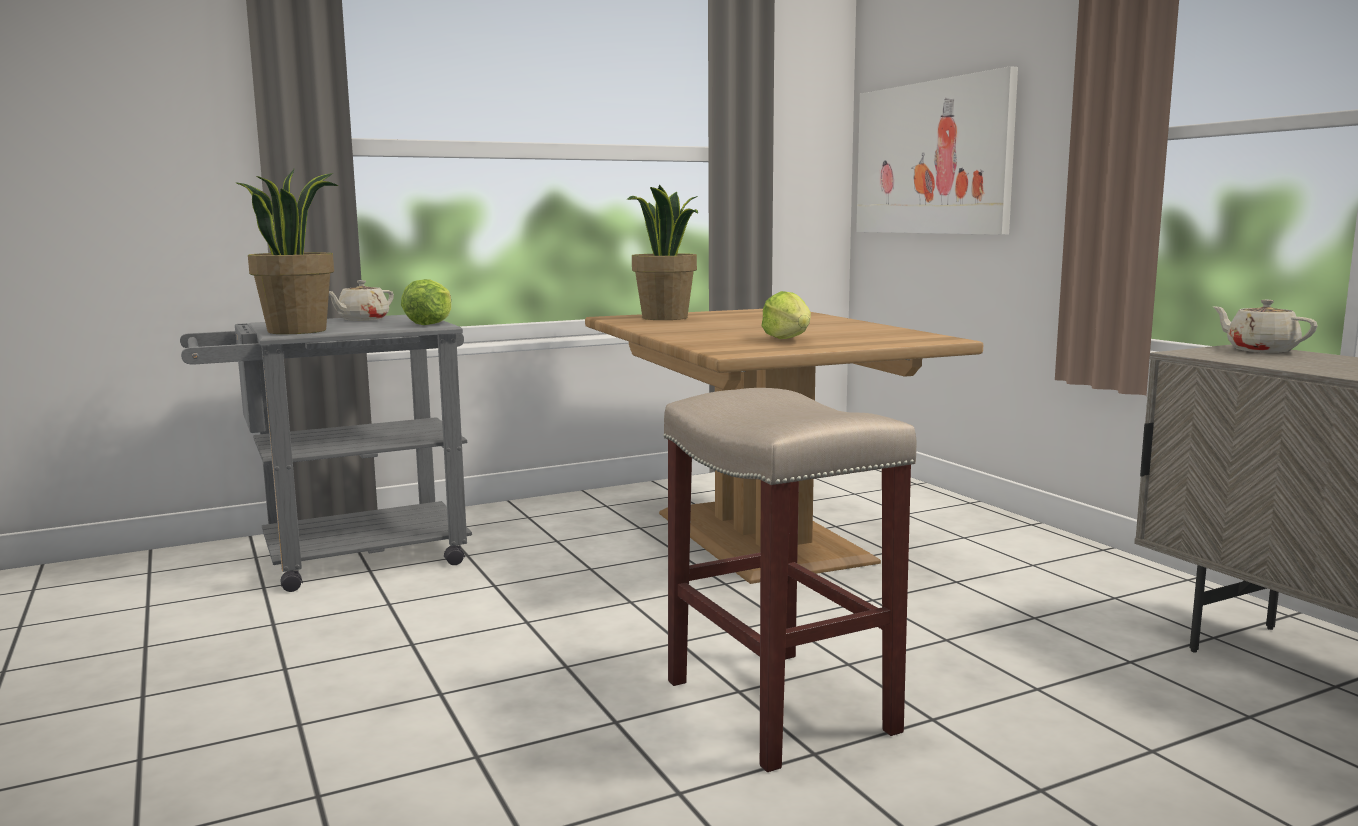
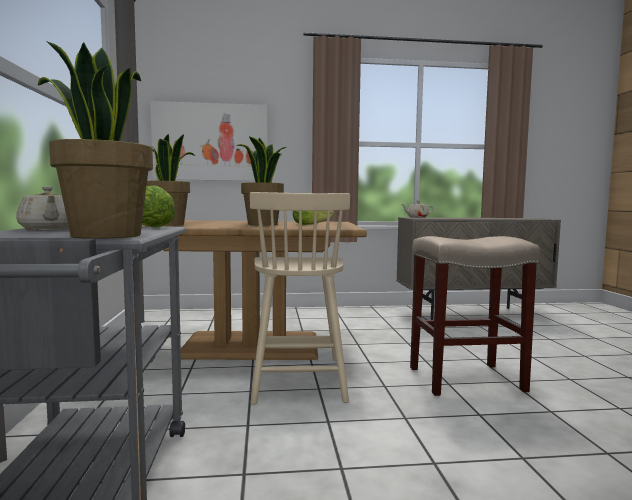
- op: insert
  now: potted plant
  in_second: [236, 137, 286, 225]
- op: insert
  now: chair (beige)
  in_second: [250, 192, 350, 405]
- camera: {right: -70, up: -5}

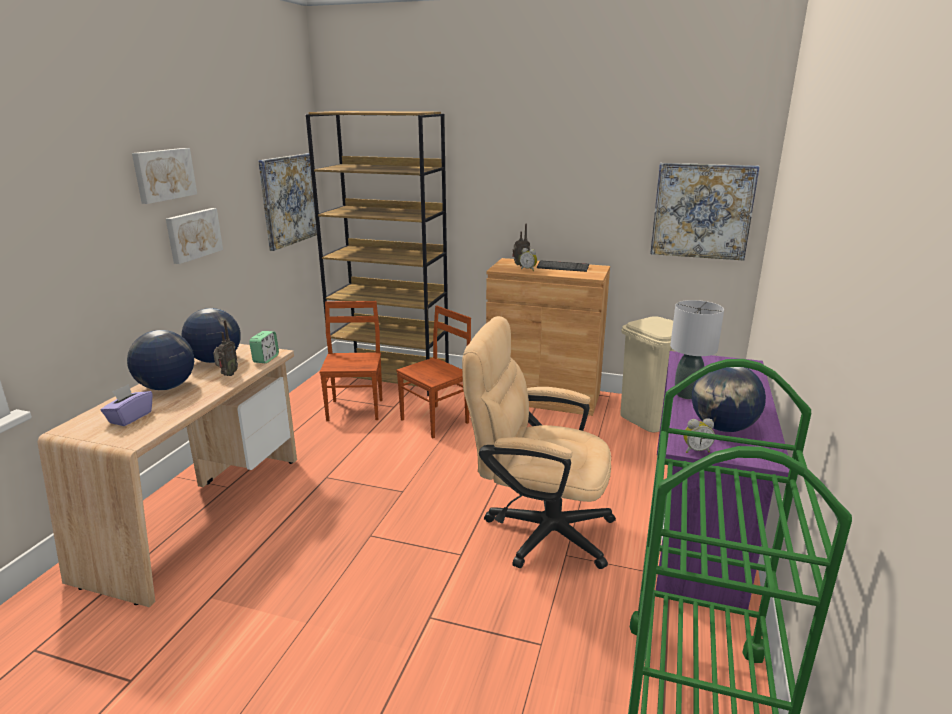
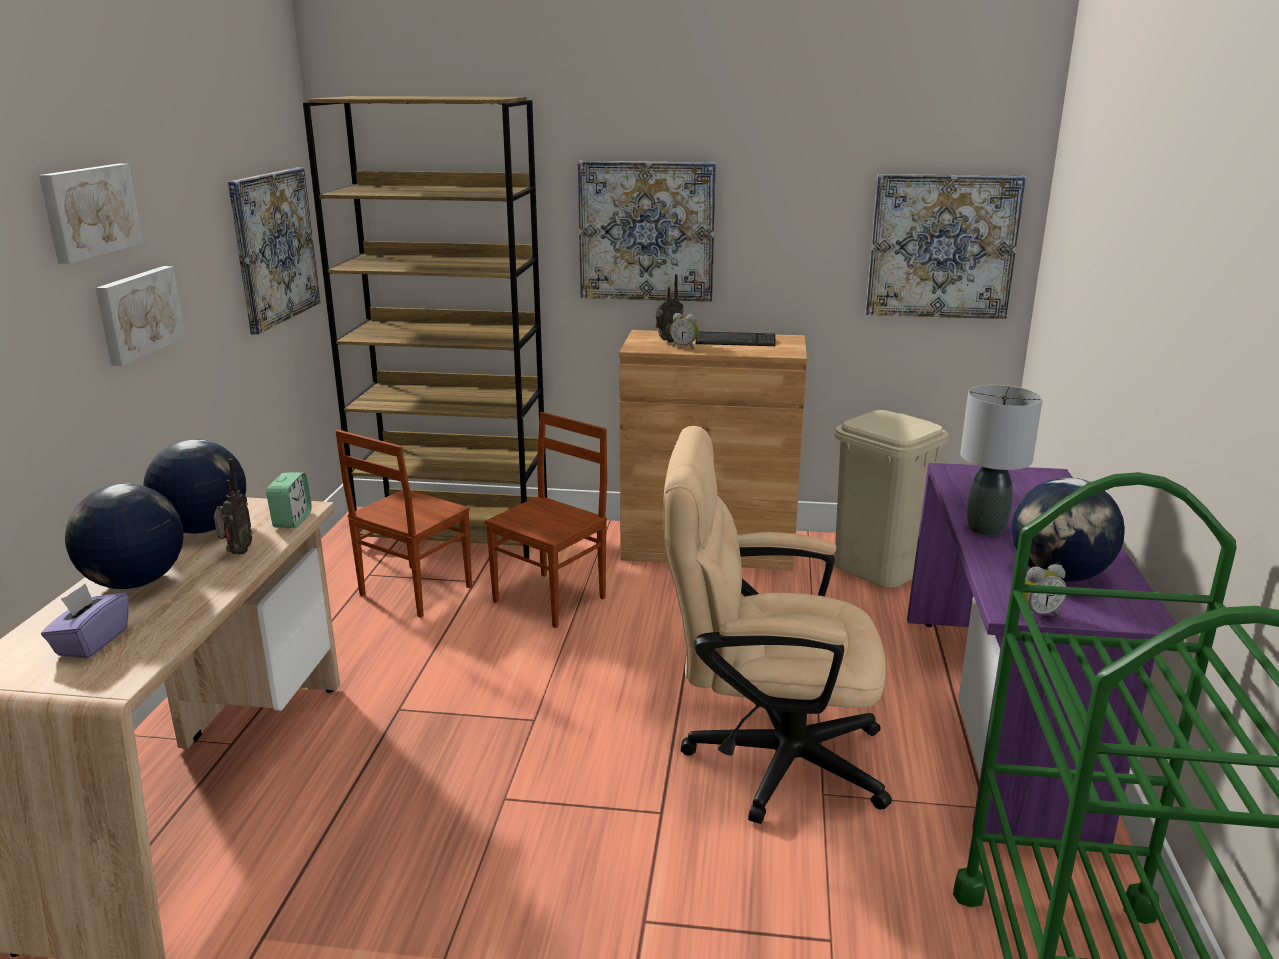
- op: insert
  now: picture
  in_second: [578, 161, 716, 302]
- op: rotate
  was: chair (brown)
  in_first: [319, 301, 382, 421]
  in_second: [335, 429, 472, 618]
  clockwise: -135
- camera: {right: -10, up: 0}

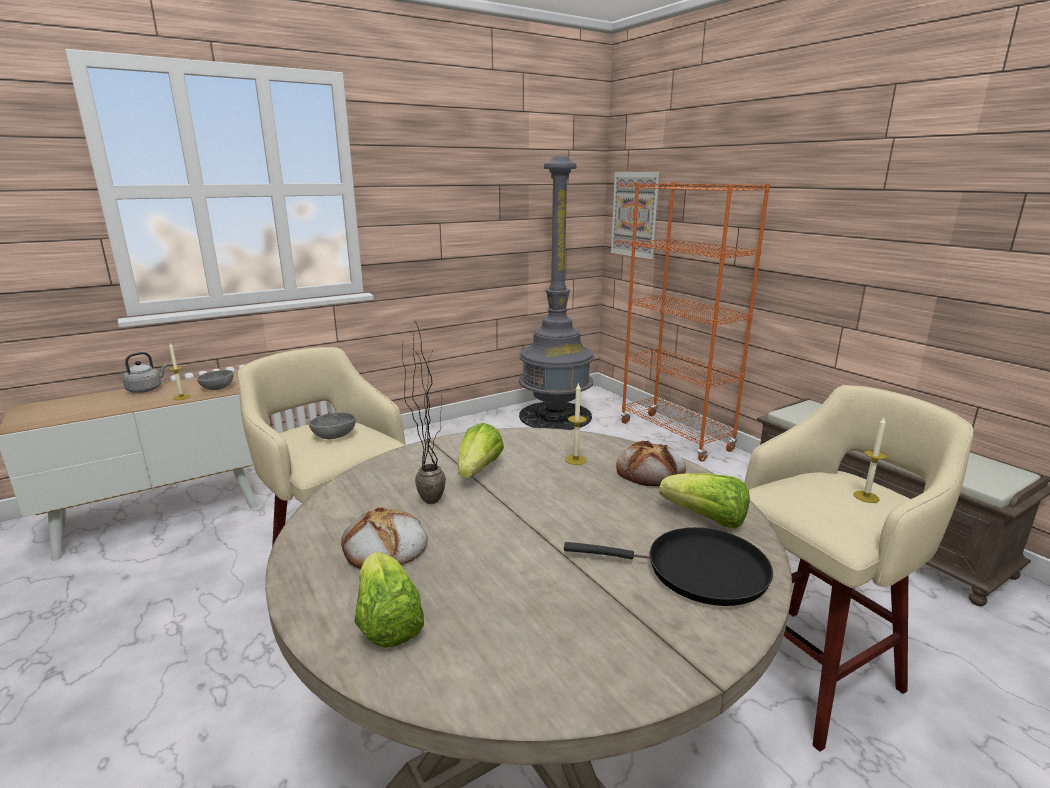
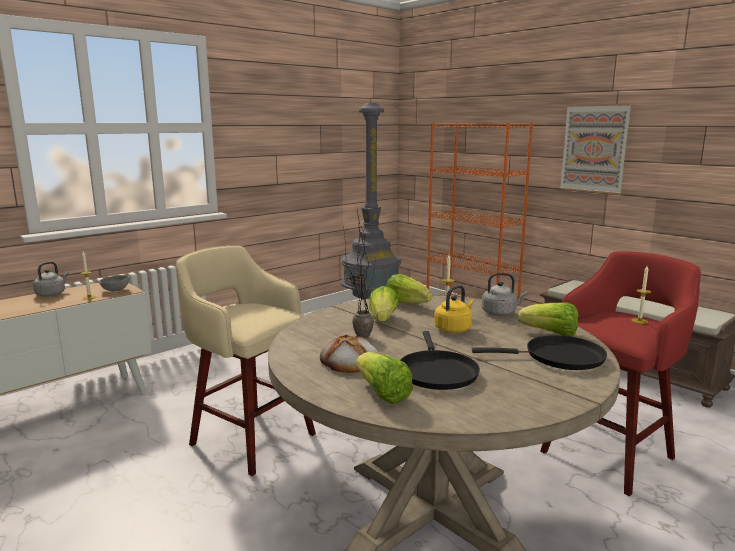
- op: delete
  was: bowl (grey)
  in_first: [309, 412, 356, 439]
- op: insert
  now: lettuce
  in_second: [386, 274, 432, 303]
- op: insert
  now: frying pan (black)
  in_second: [401, 331, 480, 390]
- op: insert
  now: kettle (yellow)
  in_second: [434, 285, 474, 333]
- op: move
  was: picture
  in_first: [610, 170, 661, 261]
  in_second: [560, 103, 632, 195]
- op: replace
  was: bread
  now: kettle (grey)
  in_first: [616, 441, 686, 486]
  in_second: [482, 273, 528, 316]
- op: recolor
  was: stool (beige)
  now: stool (red)
  in_first: [745, 385, 974, 752]
  in_second: [540, 251, 701, 496]
- camera: {right: -10, up: -5}

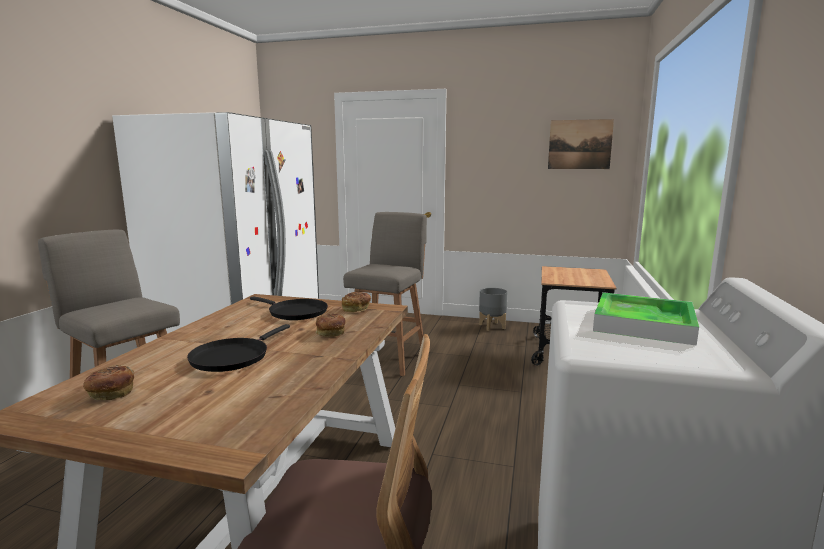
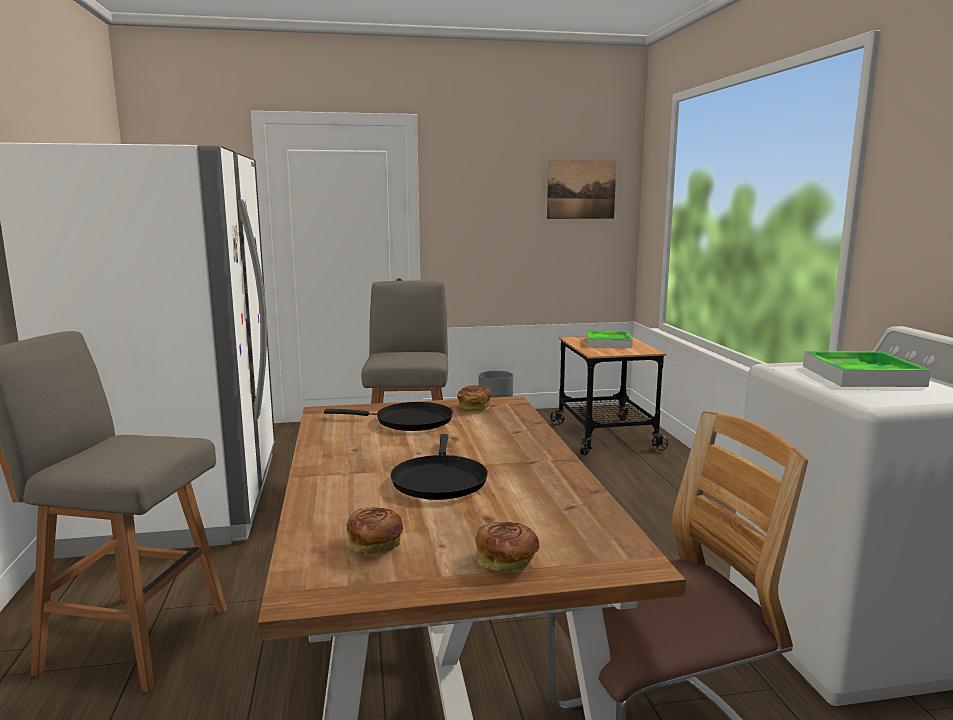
- op: insert
  now: tray
  in_second: [587, 331, 633, 348]
- op: move
  was: bread
  in_first: [316, 313, 346, 337]
  in_second: [475, 522, 539, 572]
- camera: {right: -25, up: 0}

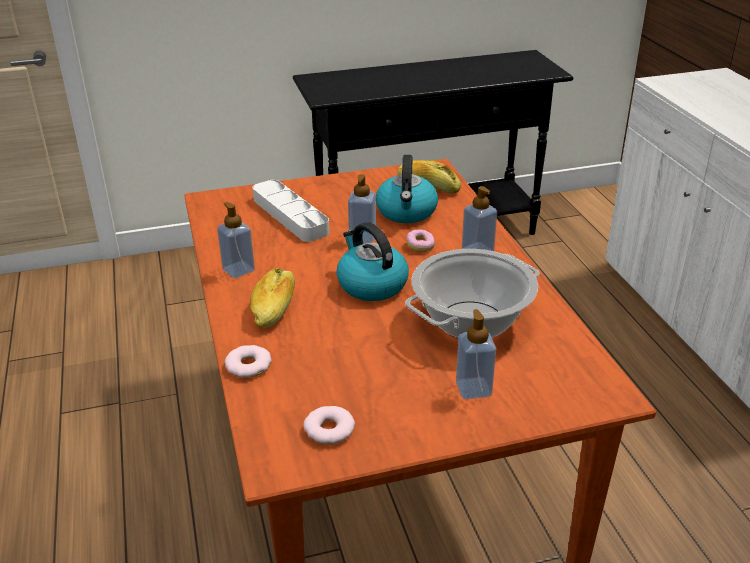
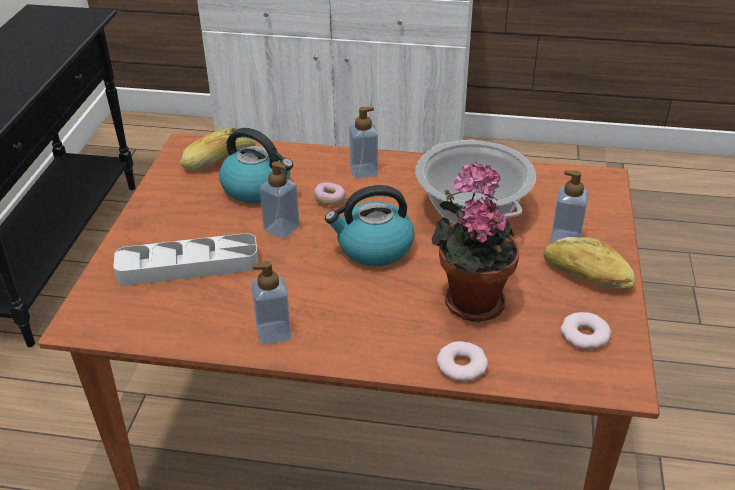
- op: insert
  now: potted plant
  in_second: [432, 162, 519, 322]
- op: move
  was: bread
  in_first: [249, 268, 295, 328]
  in_second: [544, 237, 635, 289]
- camera: {right: -65, up: 5}

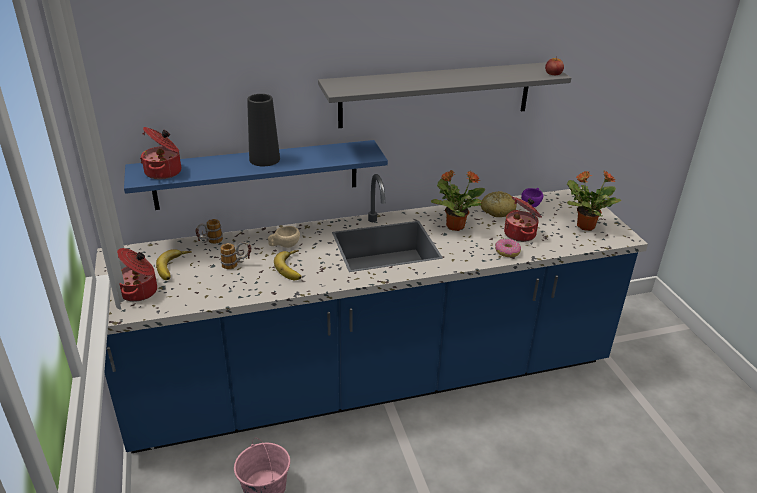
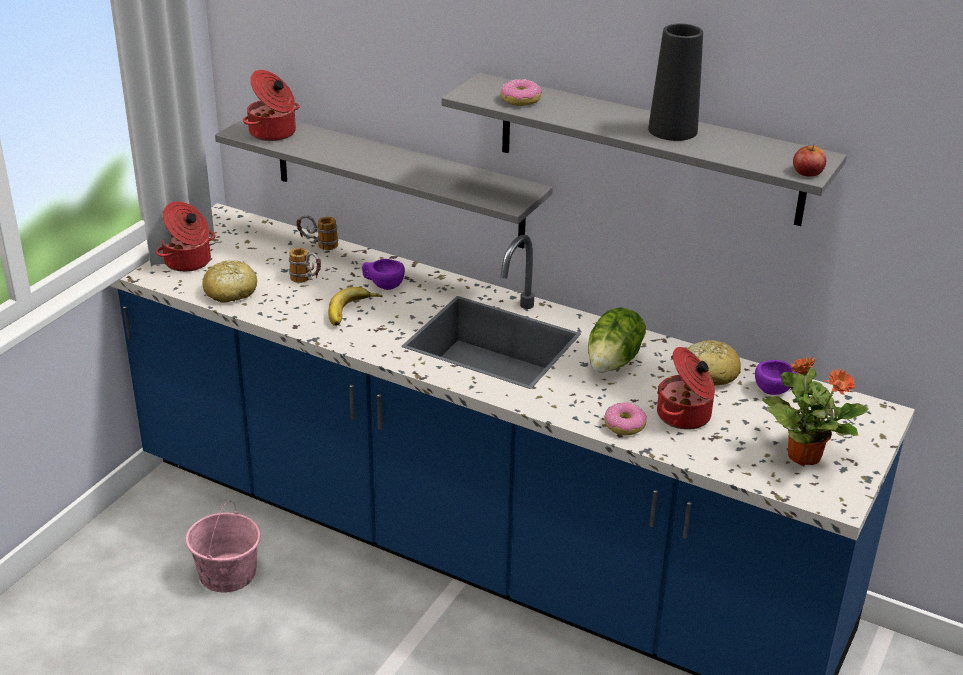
- op: delete
  was: banana
  in_first: [156, 249, 192, 280]
- op: insert
  now: bread
  in_second: [202, 261, 257, 303]
- op: insert
  now: donut
  in_second: [501, 79, 542, 106]
- op: move
  was: vase (black)
  in_first: [247, 94, 280, 166]
  in_second: [648, 24, 703, 141]
- op: replace
  was: potted plant
  now: lettuce
  in_first: [431, 170, 485, 231]
  in_second: [588, 307, 646, 372]
- op: recolor
  was: shelf (blue)
  now: shelf (grey)
  in_first: [124, 140, 388, 210]
  in_second: [215, 119, 553, 248]
- op: recolor
  was: cup (beige)
  now: cup (purple)
  in_first: [268, 226, 300, 248]
  in_second: [362, 259, 405, 290]
- camera: {right: 45, up: 0}

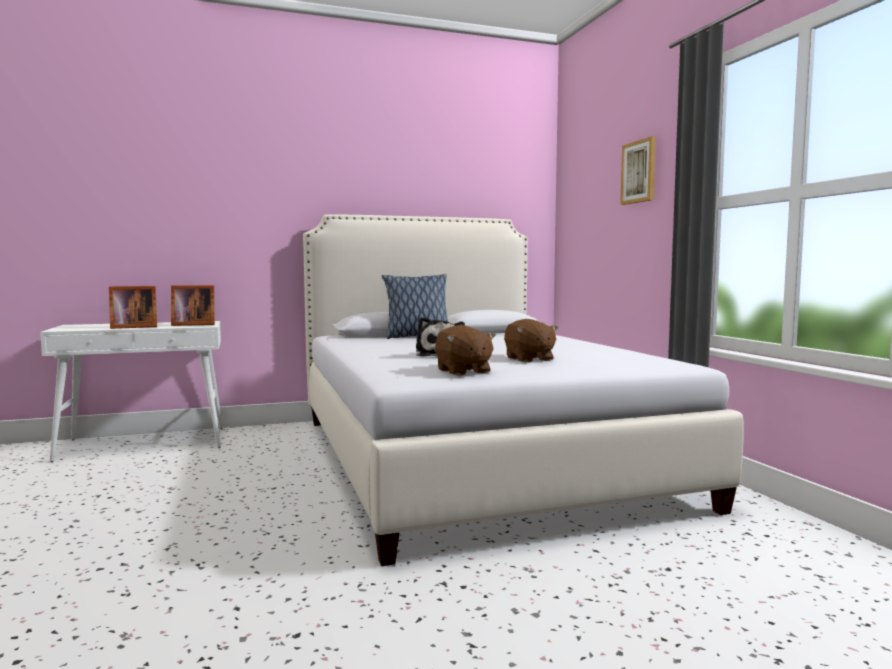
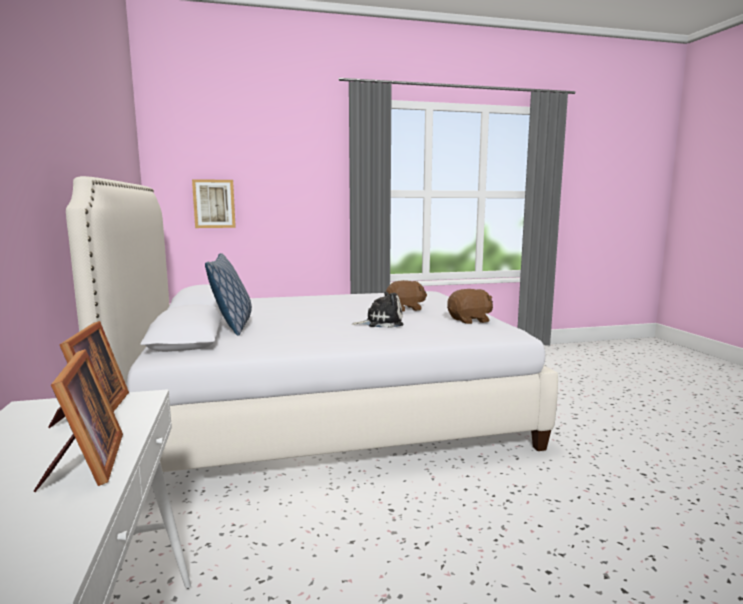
- op: move
  was: picture
  in_first: [620, 136, 656, 205]
  in_second: [192, 179, 236, 228]
- camera: {right: -85, up: 5}

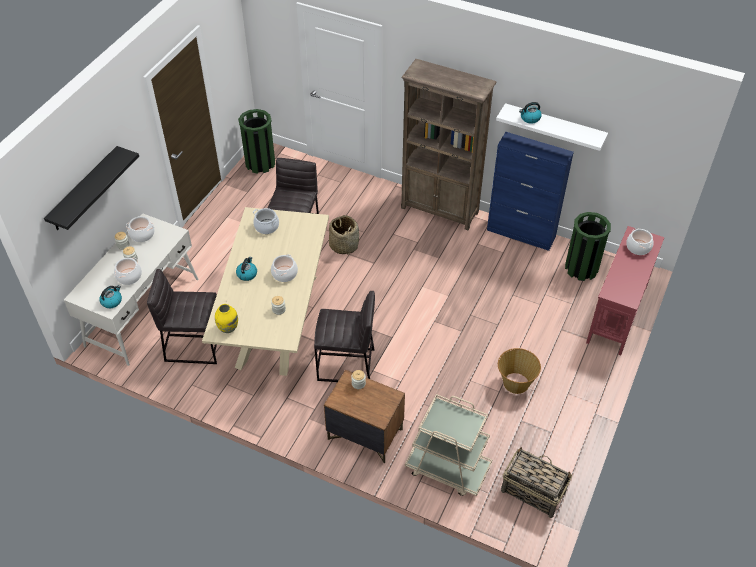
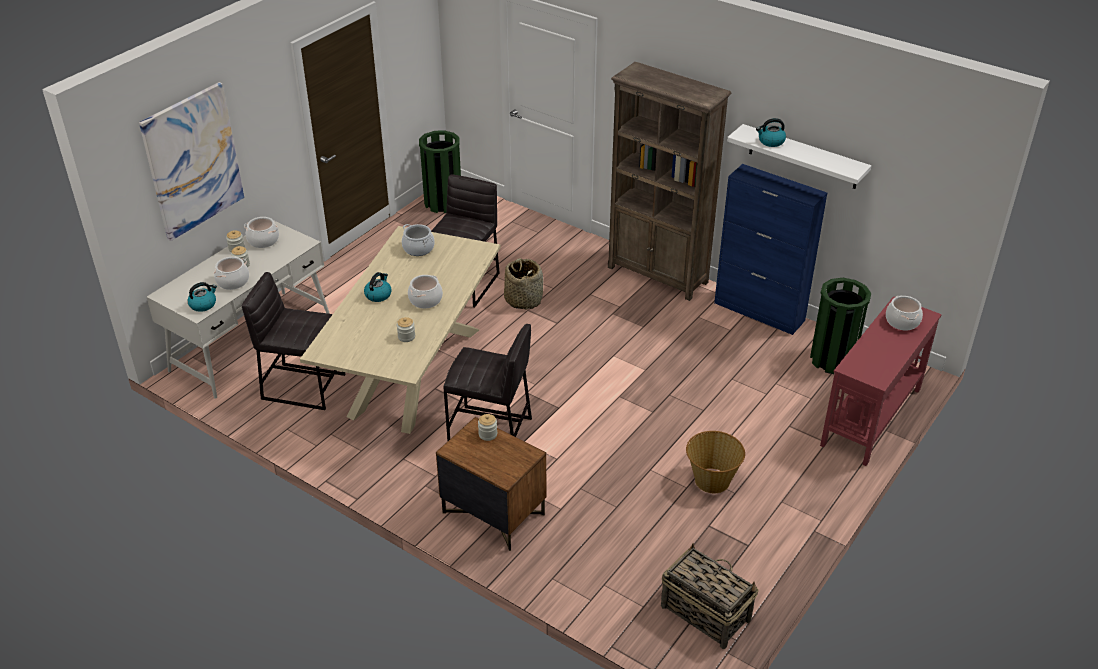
- op: delete
  was: vase (yellow)
  in_first: [215, 304, 238, 333]
- op: delete
  was: cart (beige)
  in_first: [405, 394, 492, 496]
- op: replace
  was: shelf (black)
  now: picture
  in_first: [44, 146, 139, 230]
  in_second: [139, 82, 244, 241]
- camera: {right: 10, up: -10}

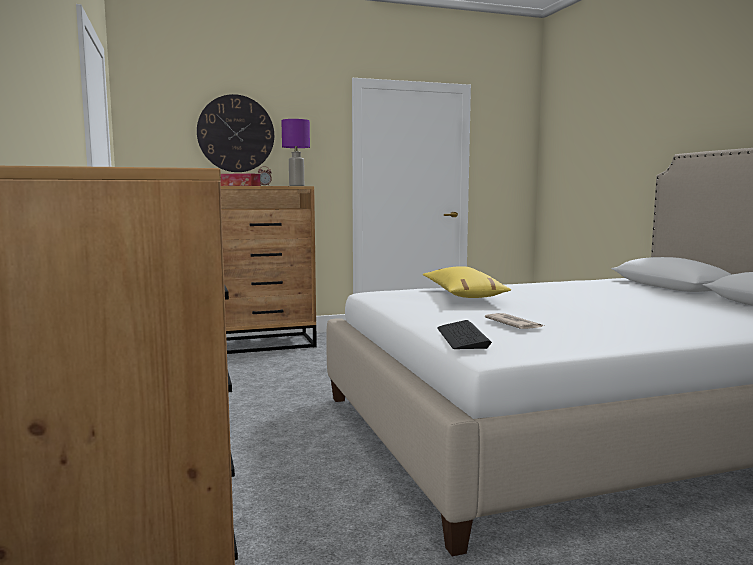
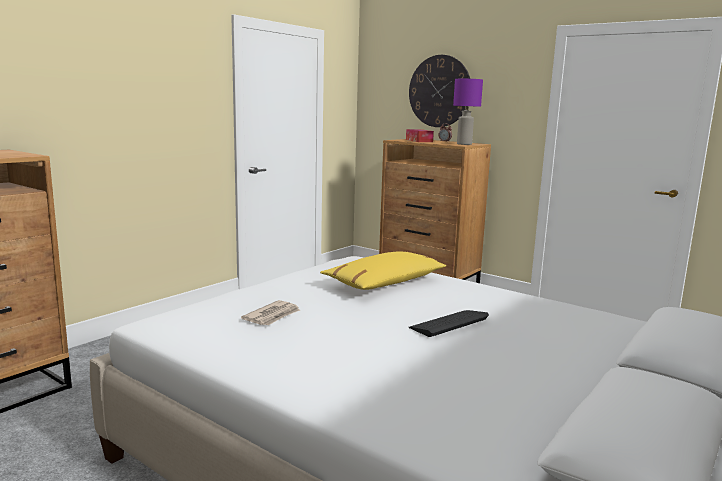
- op: move
  was: keyboard
  in_first: [437, 320, 492, 349]
  in_second: [409, 310, 489, 337]
- camera: {right: 55, up: 5}

